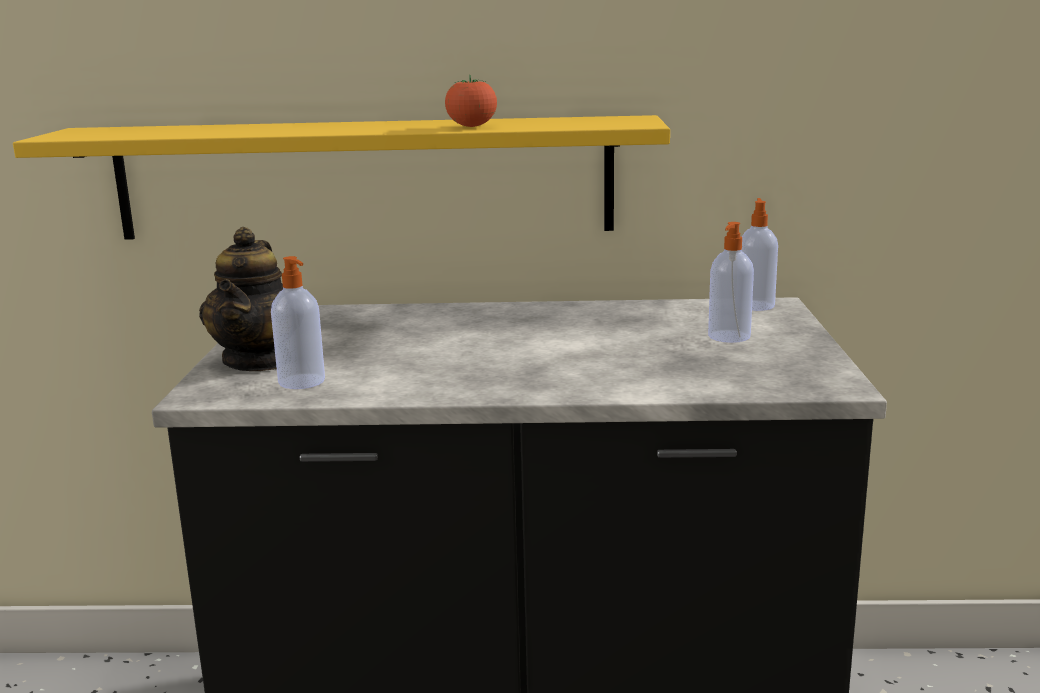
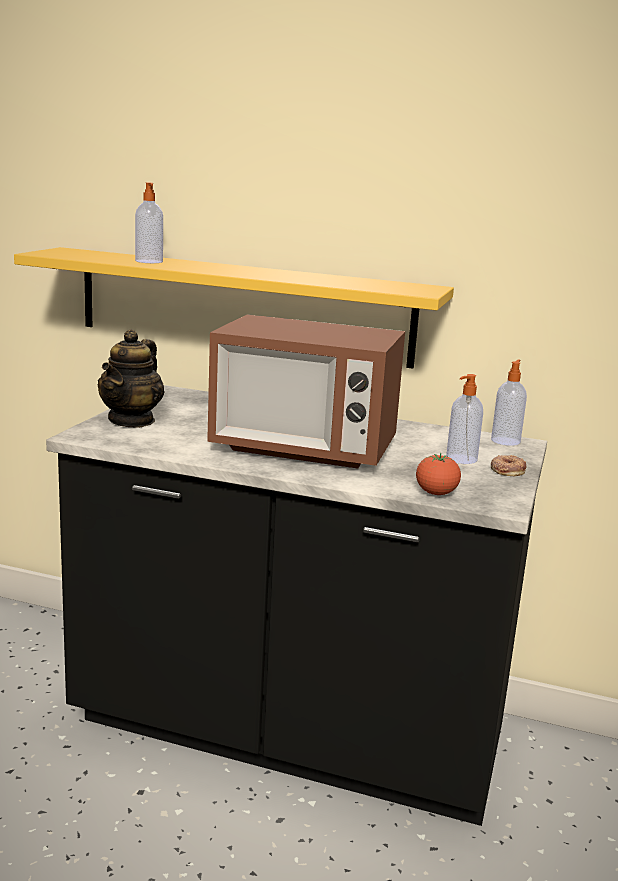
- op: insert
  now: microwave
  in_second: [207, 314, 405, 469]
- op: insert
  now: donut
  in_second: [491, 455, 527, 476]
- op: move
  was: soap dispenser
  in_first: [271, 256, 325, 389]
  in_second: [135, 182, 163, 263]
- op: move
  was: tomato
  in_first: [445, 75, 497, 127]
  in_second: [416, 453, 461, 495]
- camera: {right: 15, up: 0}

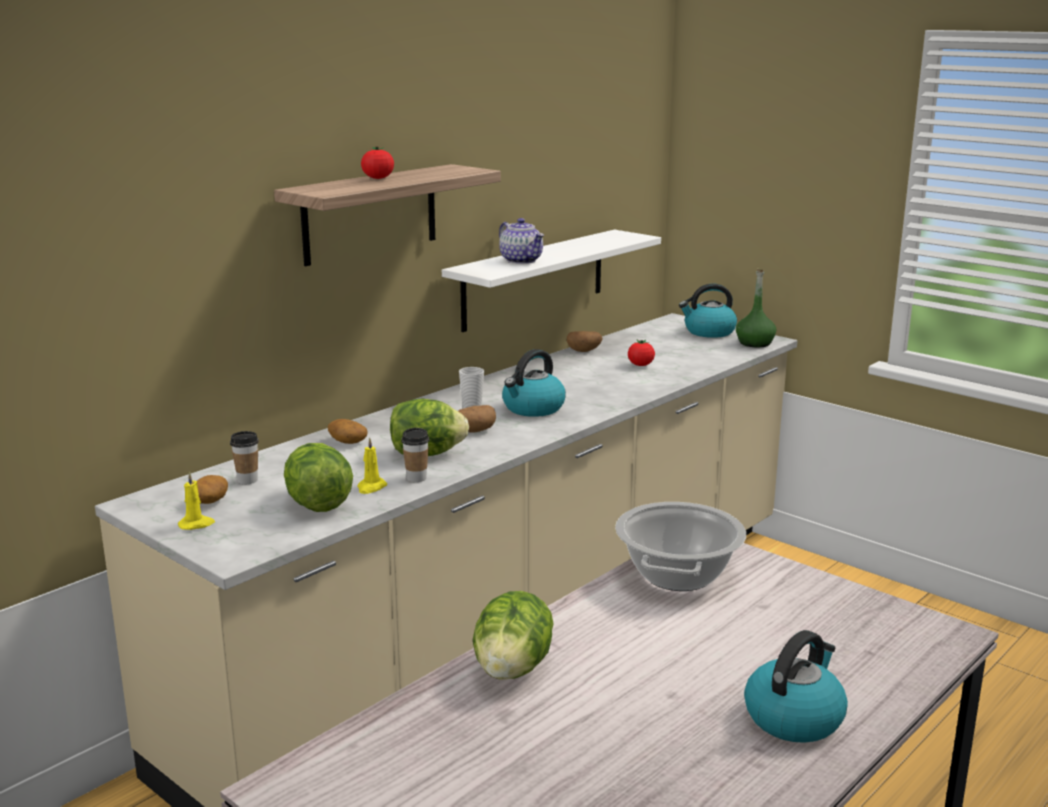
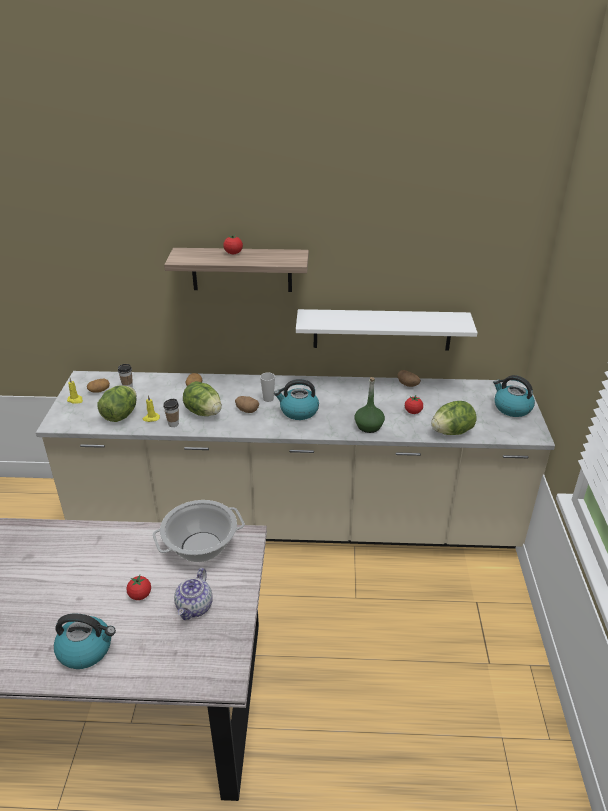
- op: insert
  now: tomato
  in_second: [126, 575, 151, 600]
- op: move
  was: lettuce
  in_first: [473, 591, 554, 680]
  in_second: [431, 401, 477, 435]
- op: move
  was: teapot
  in_first: [499, 218, 544, 264]
  in_second: [174, 568, 213, 620]
- op: move
  was: bottle (green)
  in_first: [736, 269, 776, 347]
  in_second: [355, 377, 385, 433]
- camera: {right: 50, up: 15}

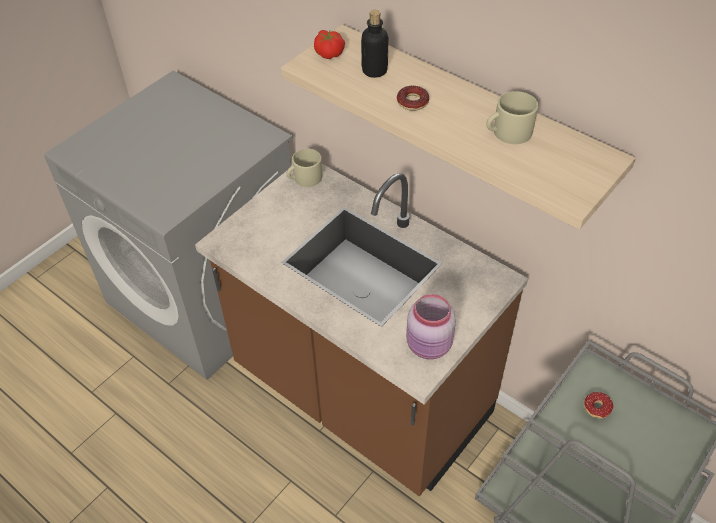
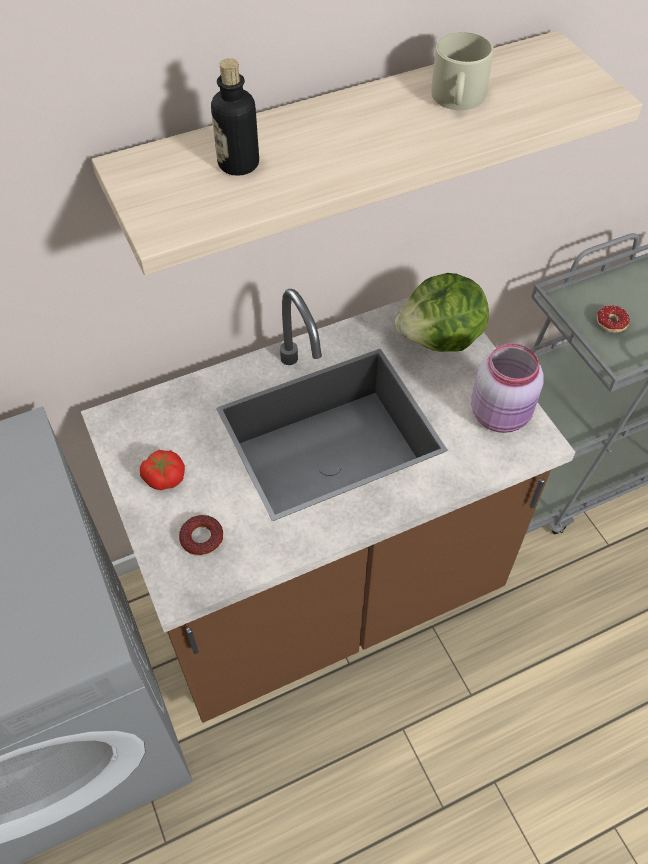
- op: delete
  was: mug (beige)
  in_first: [287, 149, 322, 187]
- op: insert
  now: lettuce
  in_second: [395, 273, 489, 352]
- op: move
  was: tomato
  in_first: [314, 30, 345, 59]
  in_second: [140, 450, 185, 490]
- op: move
  was: donut
  in_first: [397, 86, 429, 111]
  in_second: [179, 515, 223, 556]
- camera: {right: -65, up: 5}

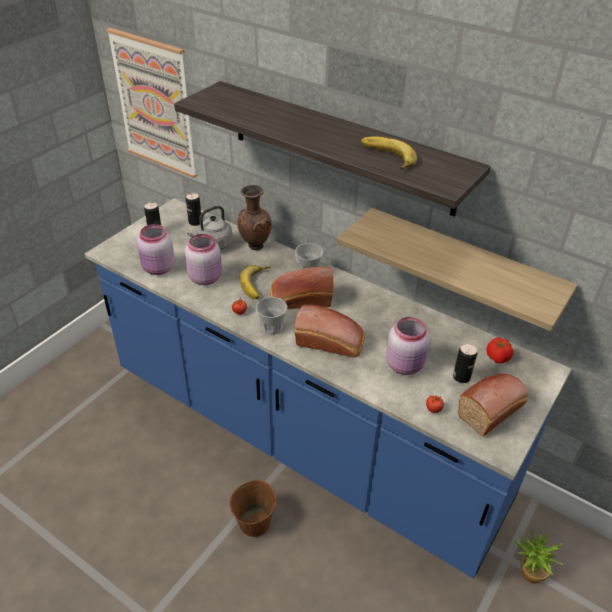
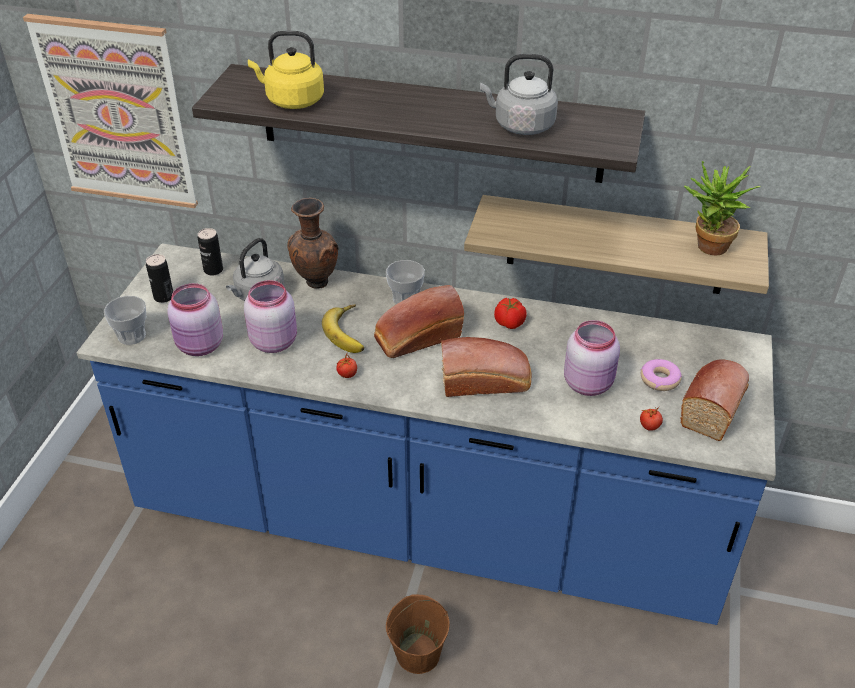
- op: insert
  now: kettle (yellow)
  in_second: [248, 31, 324, 109]
- op: move
  was: cup
  in_first: [256, 297, 287, 335]
  in_second: [104, 296, 146, 345]
- op: move
  was: tomato
  in_first: [486, 337, 514, 364]
  in_second: [494, 298, 527, 329]
- op: move
  was: potted plant
  in_first: [515, 528, 563, 584]
  in_second: [684, 161, 760, 255]
- op: replace
  was: banana
  now: kettle (grey)
  in_first: [361, 136, 417, 170]
  in_second: [480, 54, 558, 135]
- op: replace
  was: can
  now: donut
  in_first: [453, 343, 477, 383]
  in_second: [640, 359, 682, 391]
- camera: {right: -20, up: 0}

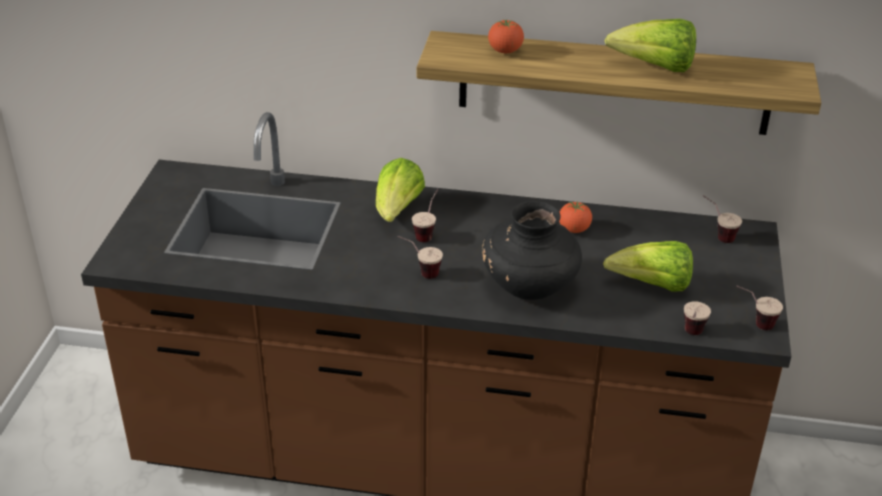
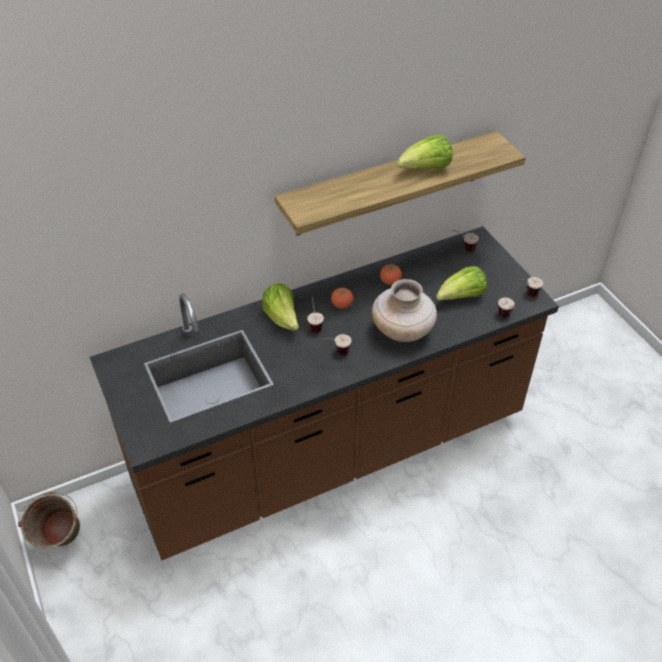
- op: insert
  now: bucket (green)
  in_second: [18, 492, 80, 549]
- op: move
  was: tomato
  in_first: [488, 20, 524, 53]
  in_second: [331, 287, 354, 309]
- op: recolor
  was: vase (black)
  now: vase (beige)
  in_first: [482, 201, 582, 300]
  in_second: [372, 279, 437, 342]
- camera: {right: -35, up: 10}

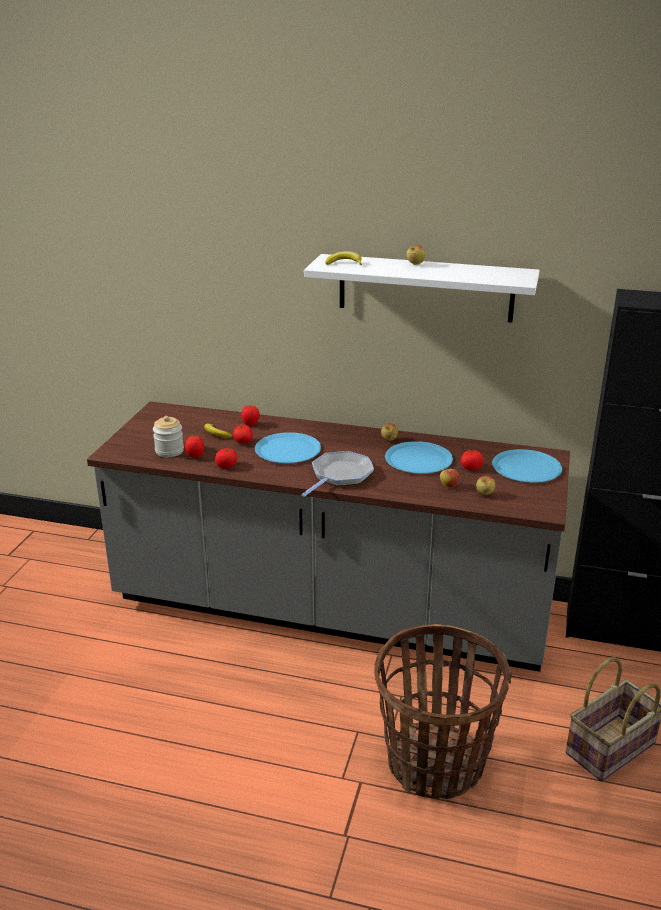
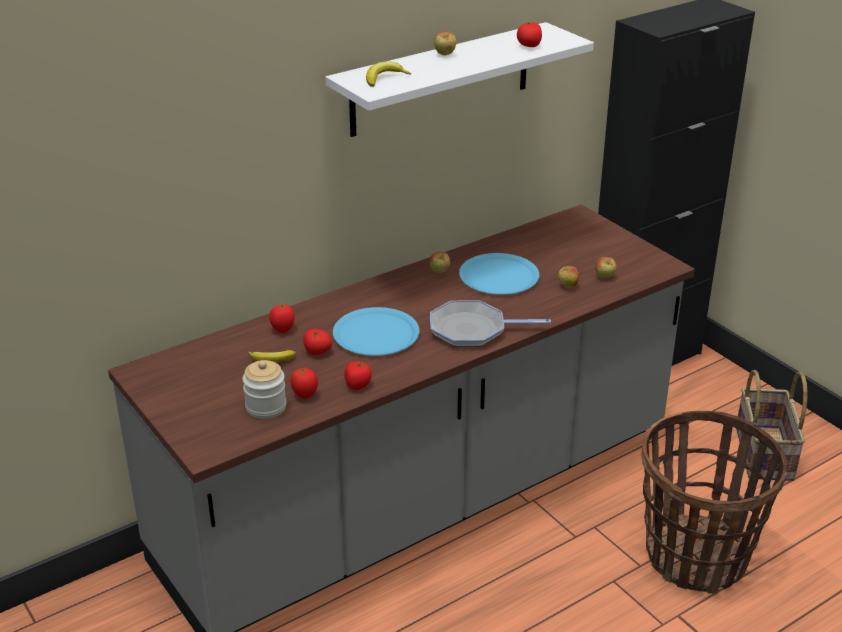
- op: delete
  was: plate (blue)
  in_first: [492, 449, 562, 483]
- op: move
  was: tomato
  in_first: [461, 450, 484, 470]
  in_second: [517, 22, 542, 47]
- op: rotate
  was: frying pan
  in_first: [301, 451, 374, 497]
  in_second: [430, 300, 551, 347]
  clockwise: -75
- camera: {right: -50, up: 5}

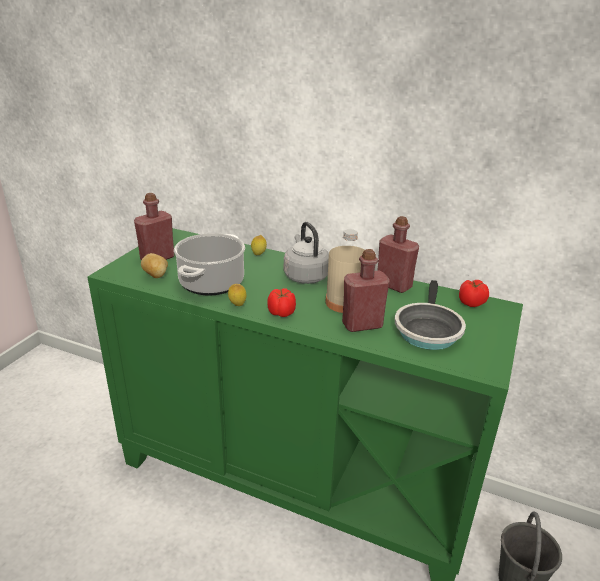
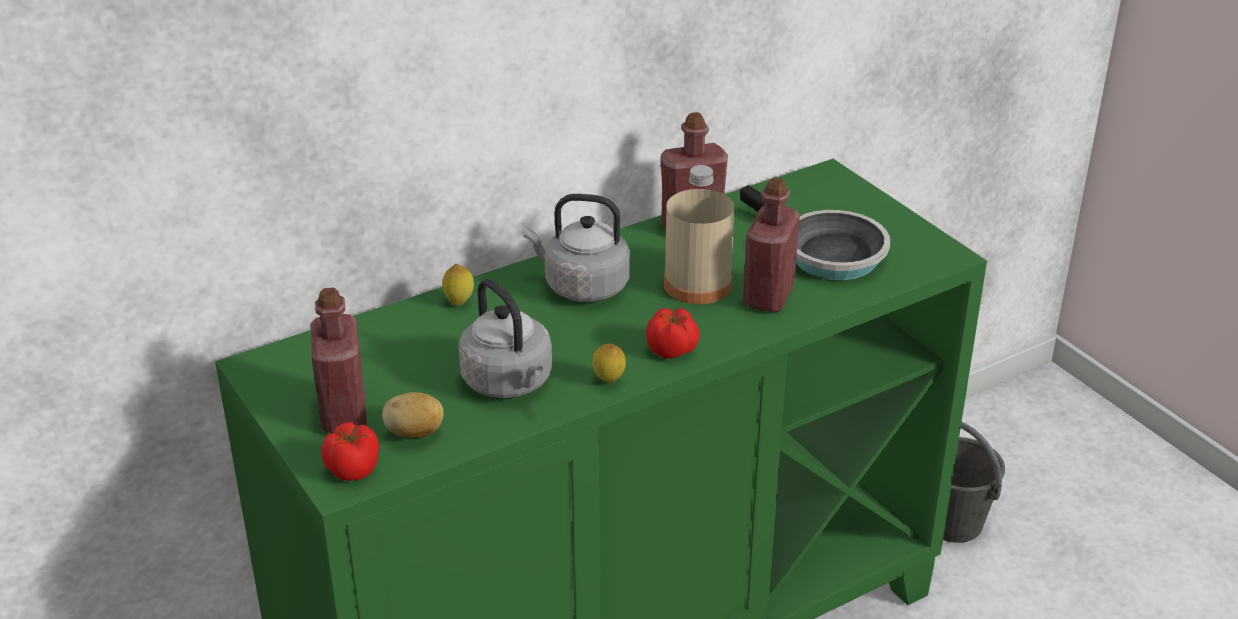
- op: move
  was: tomato
  in_first: [459, 280, 489, 307]
  in_second: [322, 422, 379, 481]
- op: replace
  was: cooking pot
  now: kettle (grey)
  in_first: [174, 233, 245, 296]
  in_second: [458, 279, 552, 398]
- camera: {right: -55, up: 5}

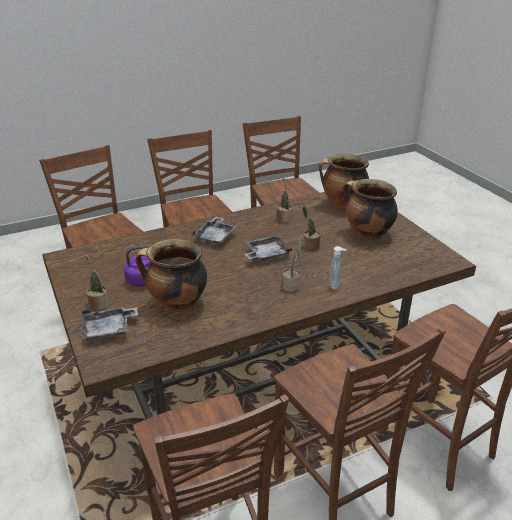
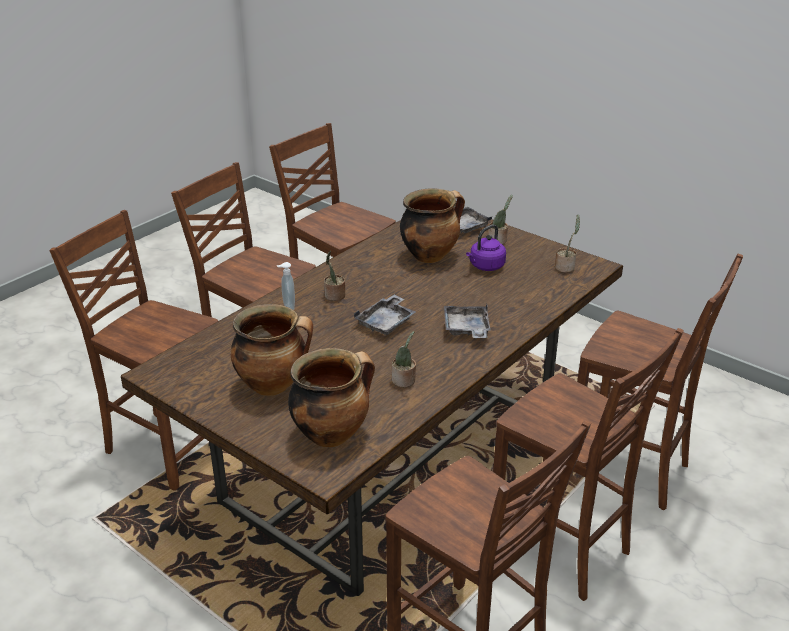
- op: move
  was: potted plant
  in_first: [303, 207, 321, 251]
  in_second: [555, 215, 580, 272]
- camera: {right: 155, up: 0}

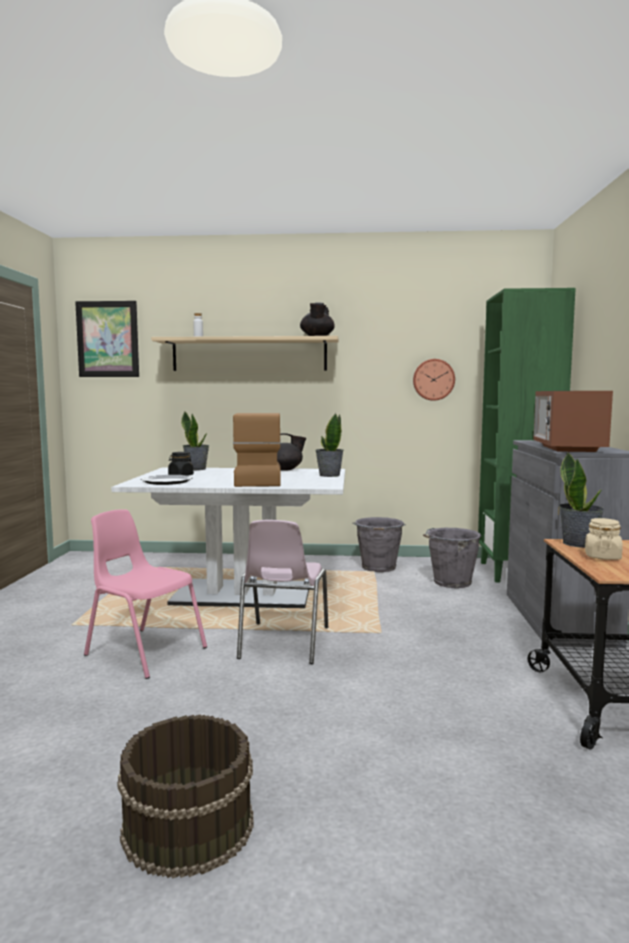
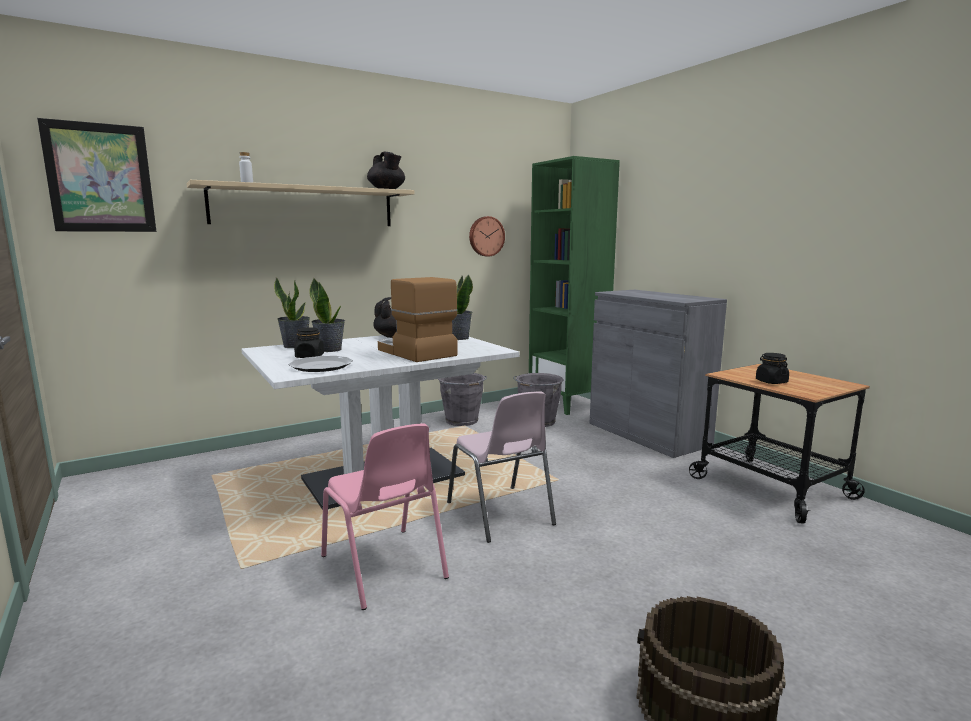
- op: delete
  was: microwave
  in_first: [533, 391, 613, 452]
- op: move
  was: potted plant
  in_first: [559, 453, 604, 548]
  in_second: [309, 278, 345, 352]
- op: recolor
  was: jar (beige)
  now: jar (black)
  in_first: [585, 518, 622, 560]
  in_second: [756, 353, 789, 384]
- op: rotate
  was: chair (pink)
  in_first: [84, 509, 207, 679]
  in_second: [321, 423, 449, 610]
  clockwise: -120
- camera: {right: -35, up: 5}

